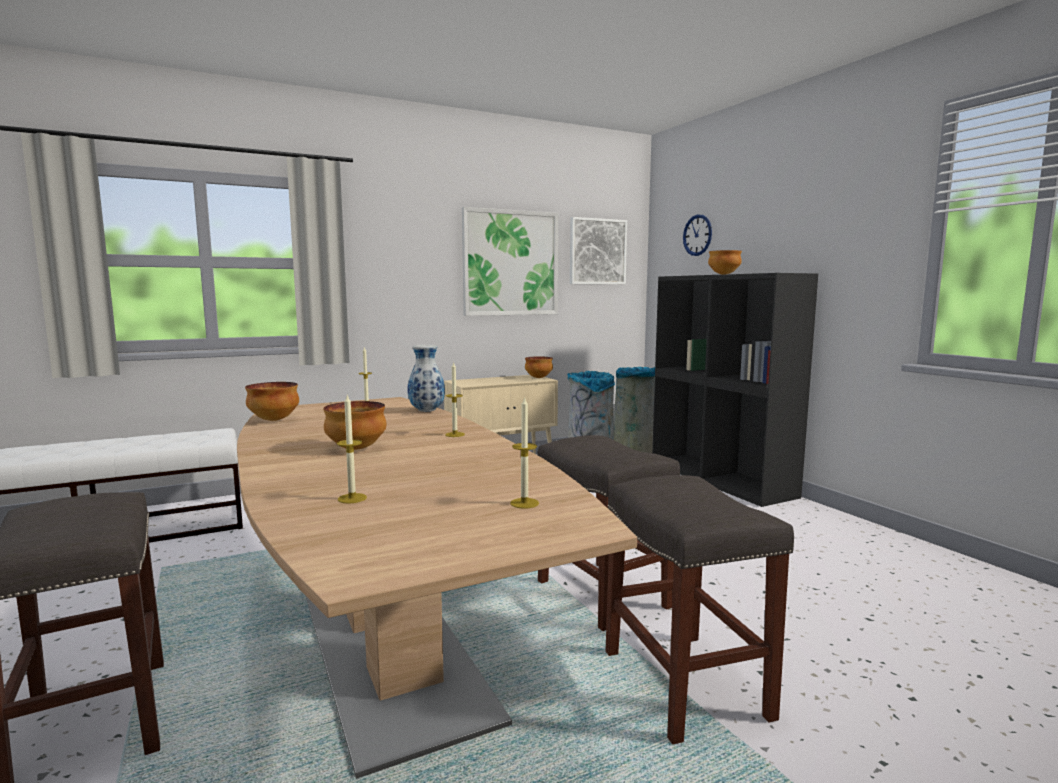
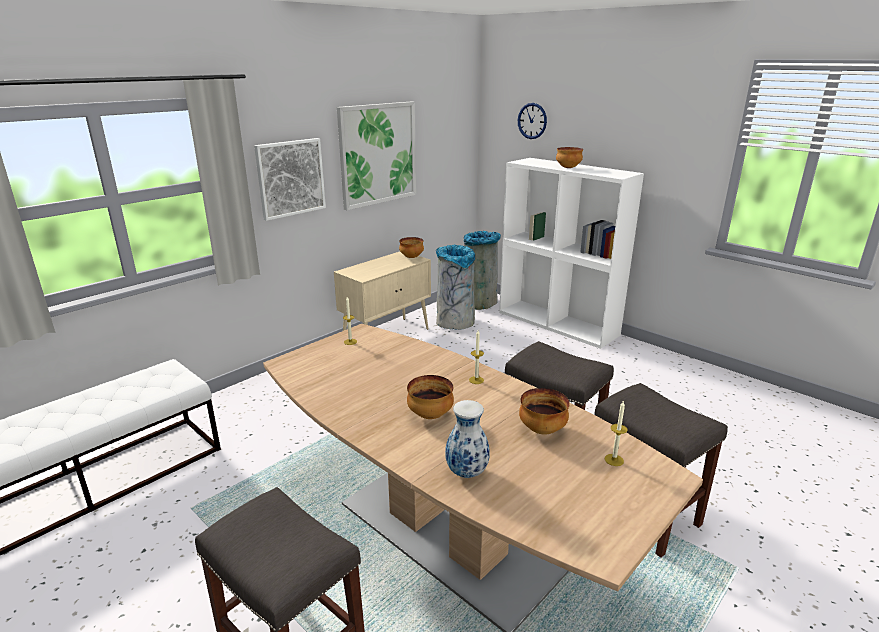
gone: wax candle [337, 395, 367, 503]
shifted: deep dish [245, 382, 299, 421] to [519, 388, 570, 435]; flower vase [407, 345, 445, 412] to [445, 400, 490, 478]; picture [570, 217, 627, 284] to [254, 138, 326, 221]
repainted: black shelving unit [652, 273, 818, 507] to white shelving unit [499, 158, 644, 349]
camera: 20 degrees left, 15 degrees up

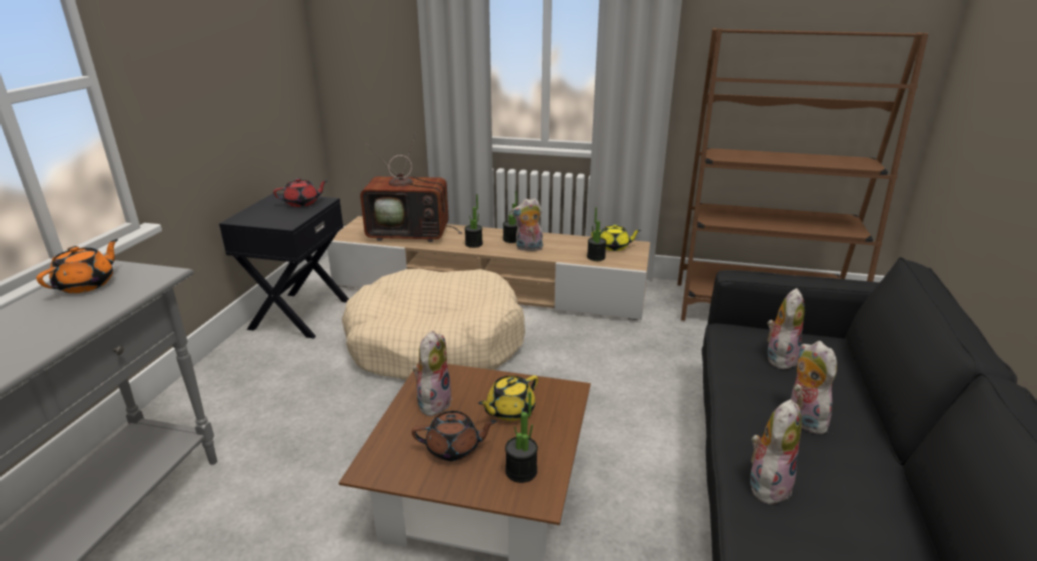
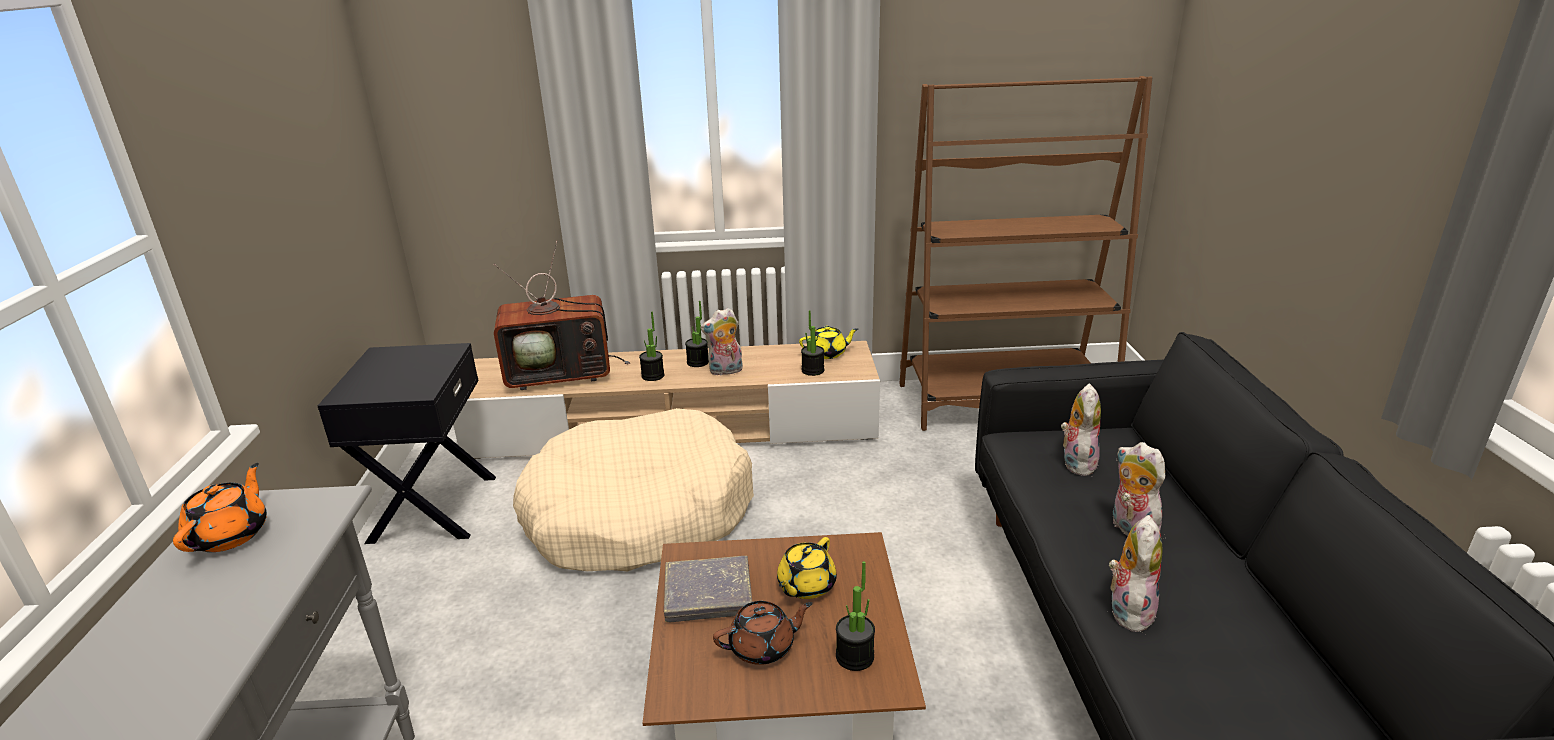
gone: red pot for tea [273, 178, 328, 207]
swapped: cuddly toy [413, 331, 453, 418] to greyish bound book [664, 556, 752, 622]
camera: 15 degrees left, 0 degrees up

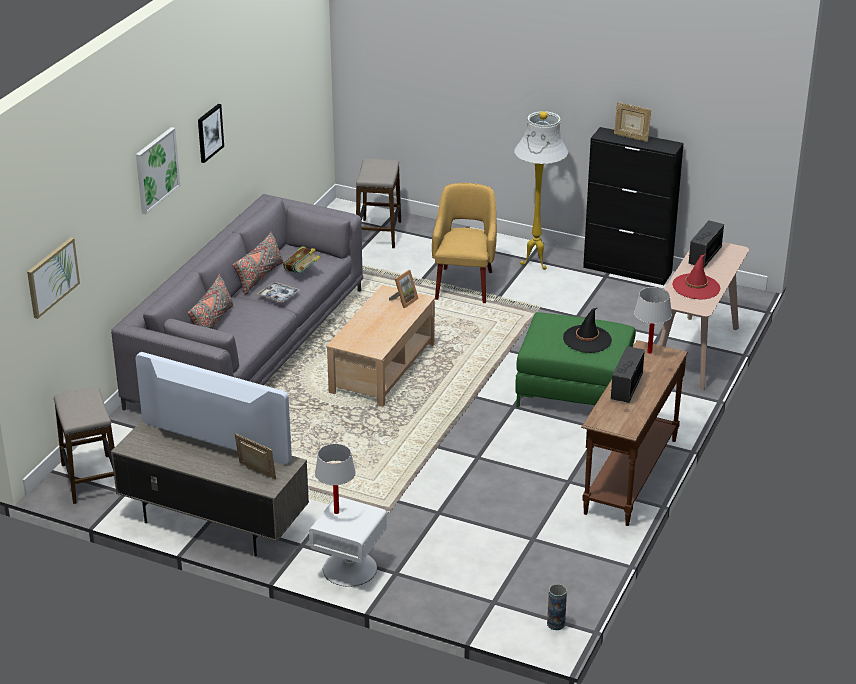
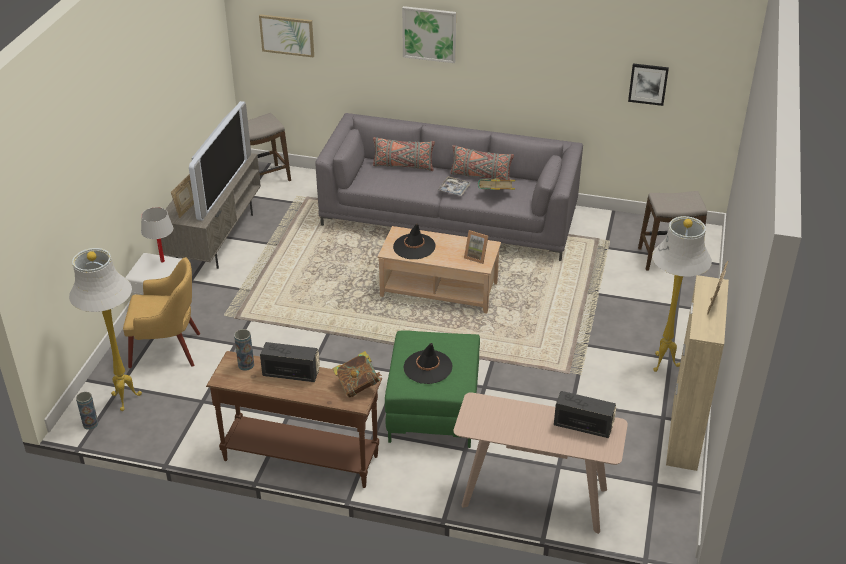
gone: red wearable hat [672, 254, 721, 299]
new: white standard lamp [69, 248, 142, 411]; flower vase [234, 329, 254, 371]; black wearable hat [393, 224, 436, 259]
shifted: picture [198, 104, 224, 163] to [628, 63, 669, 106]; yellowish lounge chair [432, 183, 497, 303] to [123, 257, 200, 368]
swapped: white table lamp [634, 287, 672, 354] to bound book [333, 351, 382, 398]
repainted: black cabinet [583, 127, 684, 285] to beige-coloured cabinet [666, 275, 729, 471]
camera: 80 degrees right, 5 degrees up

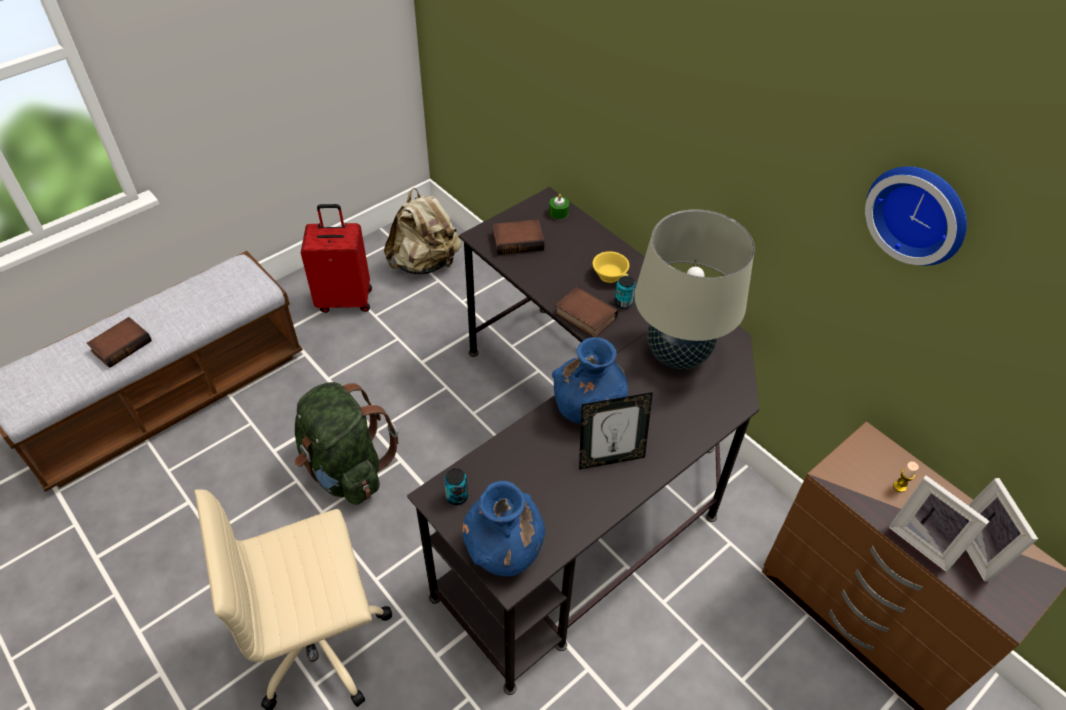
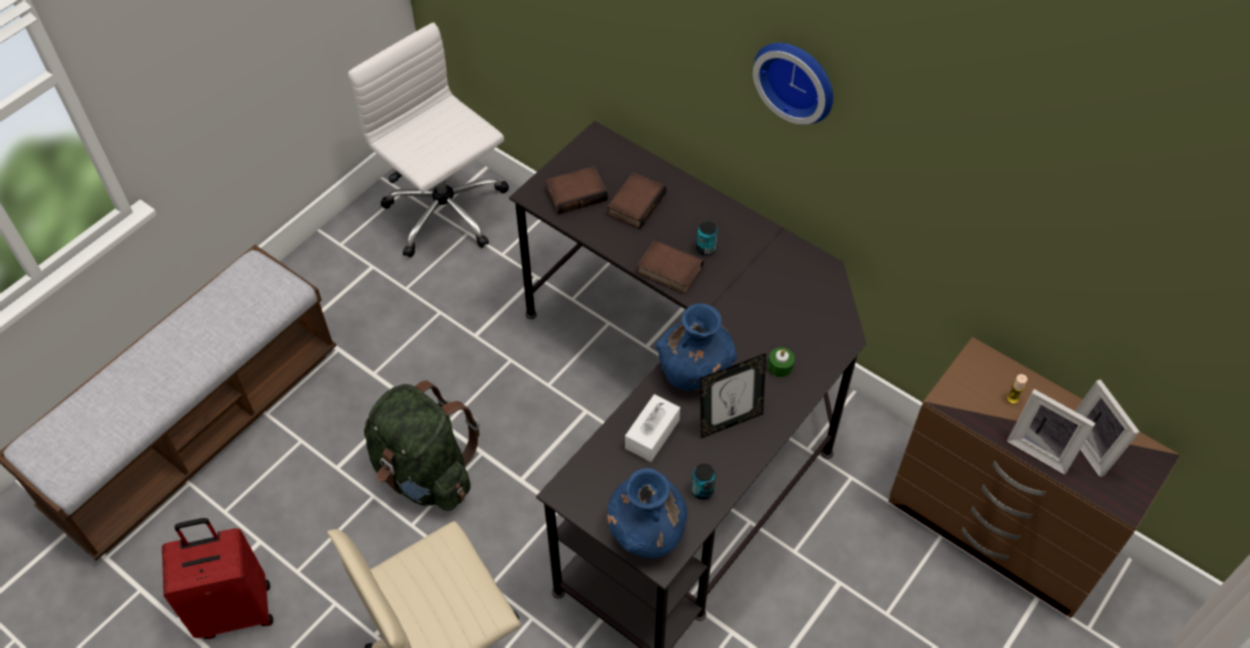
gone: yellowish drinking cup [593, 251, 629, 283]; beige-coloured table lamp [634, 209, 755, 369]
new: white tissue box [625, 394, 680, 462]
shifted: bound book [87, 317, 152, 368] to [608, 172, 667, 229]; red suitcase [301, 204, 372, 313] to [162, 518, 273, 639]; metal can [444, 468, 468, 505] to [691, 464, 716, 500]; green-coloured wax candle [549, 194, 569, 219] to [768, 347, 795, 377]; clock on the wall [865, 166, 967, 266] to [753, 43, 833, 125]
swapped: beige-coloured rucksack [384, 188, 461, 274] to white desk chair [348, 22, 509, 258]
camera: 10 degrees left, 5 degrees up

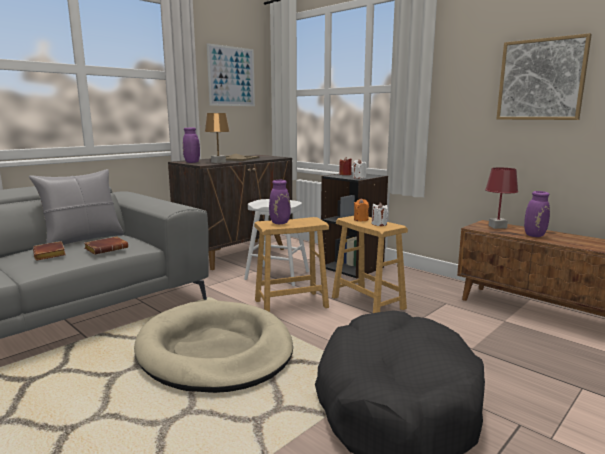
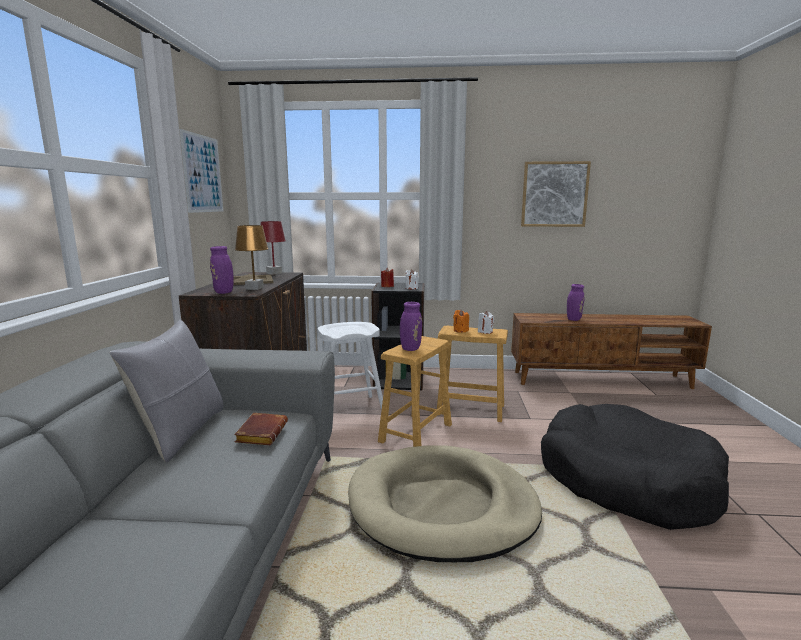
gone: brown bound book [33, 241, 66, 260]
shifted: red table lamp [485, 168, 518, 229] to [260, 221, 286, 275]
camera: 40 degrees left, 0 degrees up

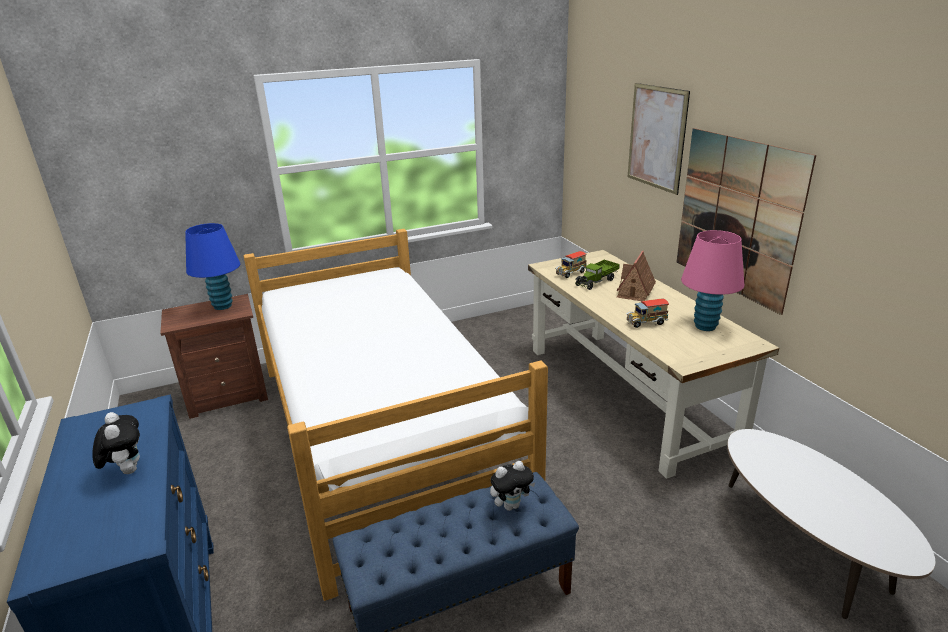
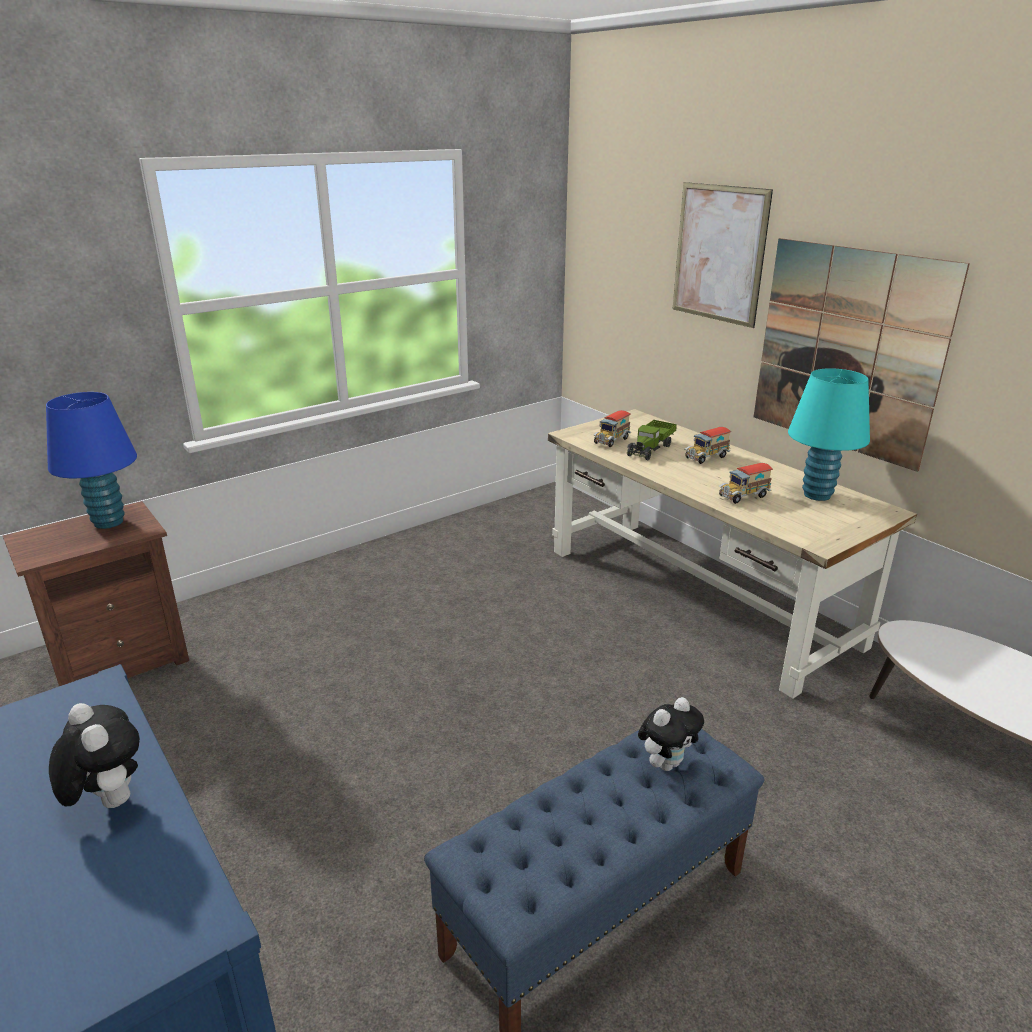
gone: bed [243, 229, 548, 601]
swapped: miniature house [616, 251, 656, 301] to toy truck [685, 427, 731, 464]
repainted: pink-coloured table lamp [681, 230, 744, 331] to blue-green table lamp [788, 368, 870, 501]
camera: 15 degrees left, 0 degrees up

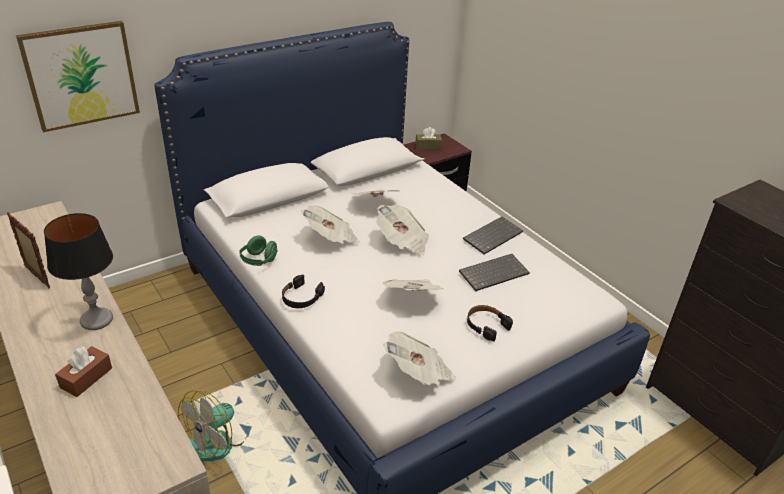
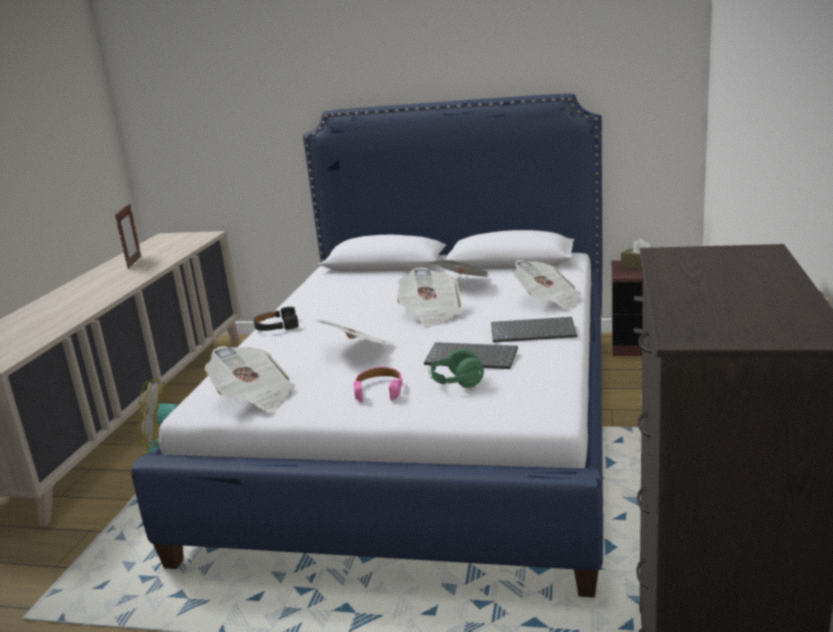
gone: picture [16, 21, 140, 132]; table lamp [44, 213, 113, 330]; brown tissue box [55, 346, 112, 397]
shifted: green-coloured headset [239, 236, 277, 266] to [428, 348, 484, 388]; newspaper [301, 206, 359, 244] to [514, 260, 581, 309]
repainted: black headset [467, 305, 513, 341] to pink-coloured headset [354, 367, 403, 402]
camera: 50 degrees right, 15 degrees down

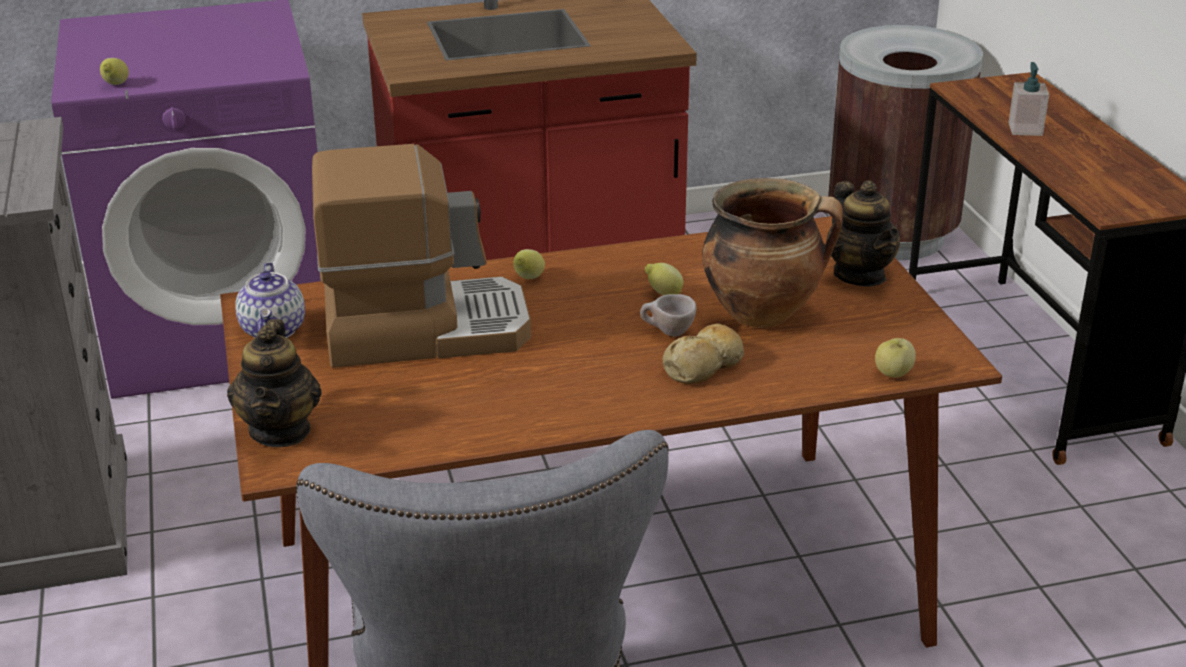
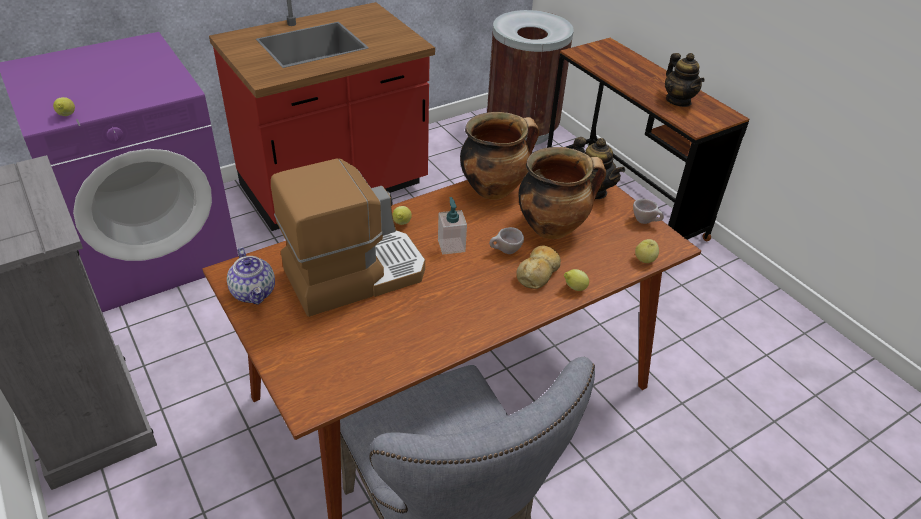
new: saucepot [460, 112, 539, 200]; beige-coloured drinking cup [633, 199, 664, 224]
shifted: pot for tea [227, 319, 322, 447] to [665, 53, 705, 107]; citrus fruit [645, 263, 683, 295] to [564, 269, 589, 291]; soap dispenser [1008, 62, 1049, 136] to [438, 197, 467, 255]
camera: 20 degrees left, 10 degrees up

